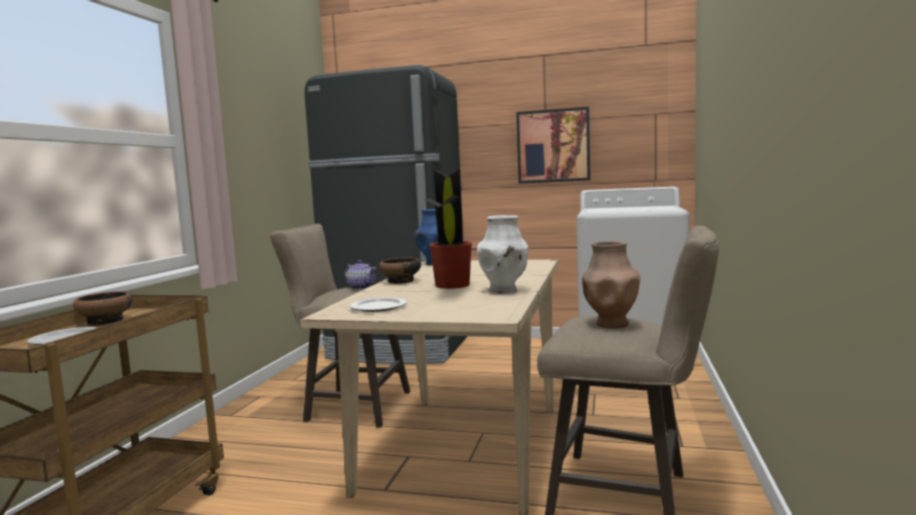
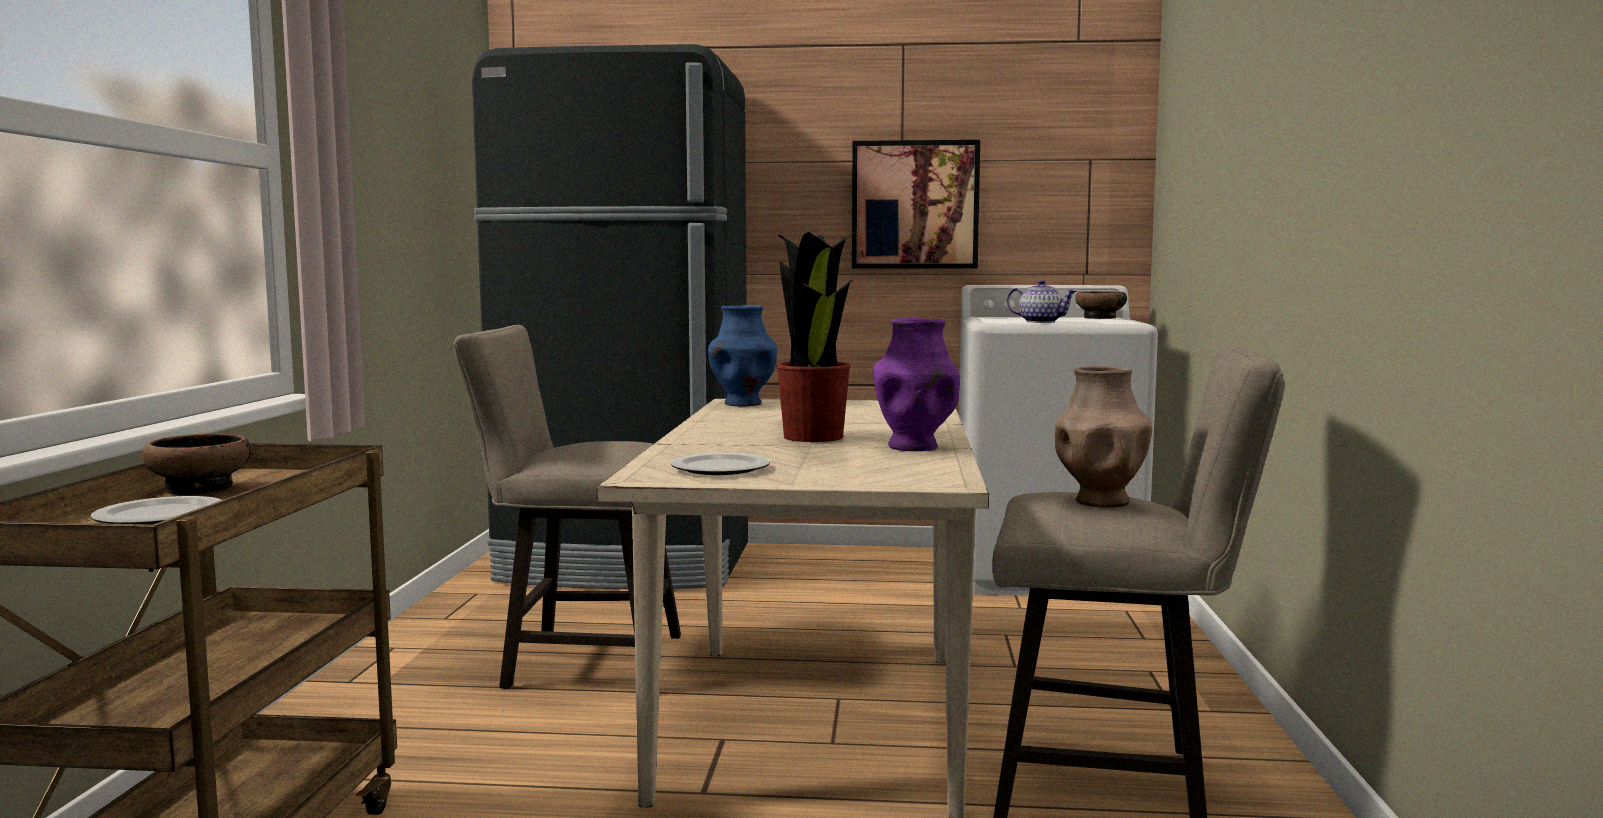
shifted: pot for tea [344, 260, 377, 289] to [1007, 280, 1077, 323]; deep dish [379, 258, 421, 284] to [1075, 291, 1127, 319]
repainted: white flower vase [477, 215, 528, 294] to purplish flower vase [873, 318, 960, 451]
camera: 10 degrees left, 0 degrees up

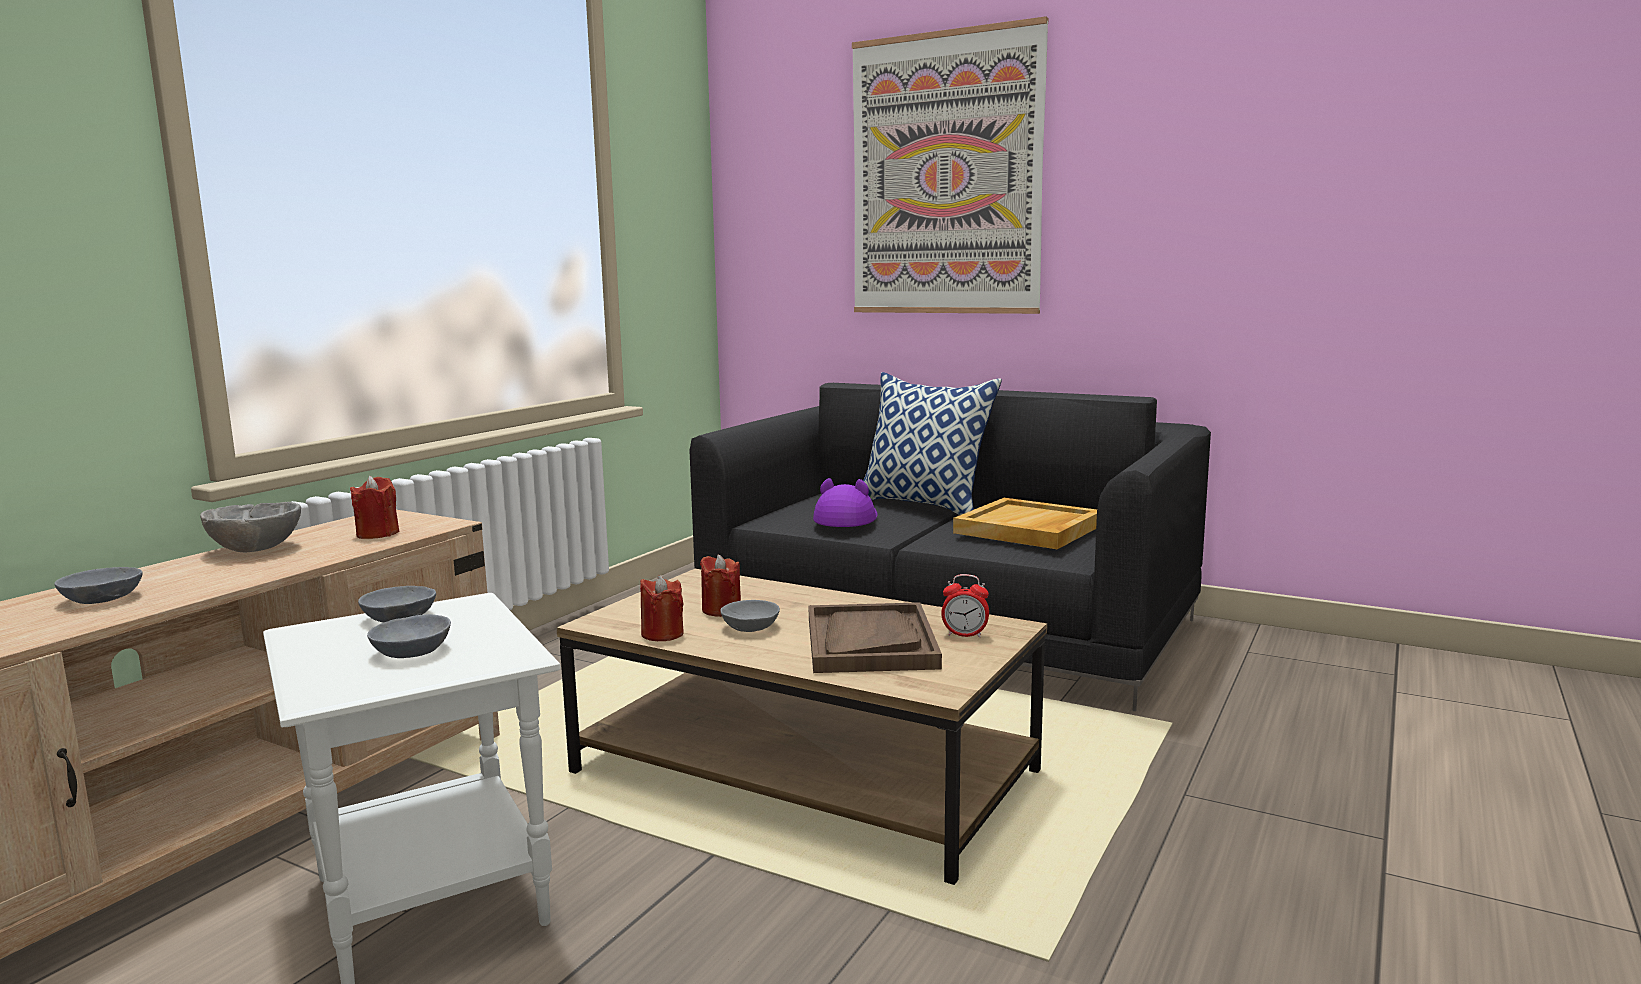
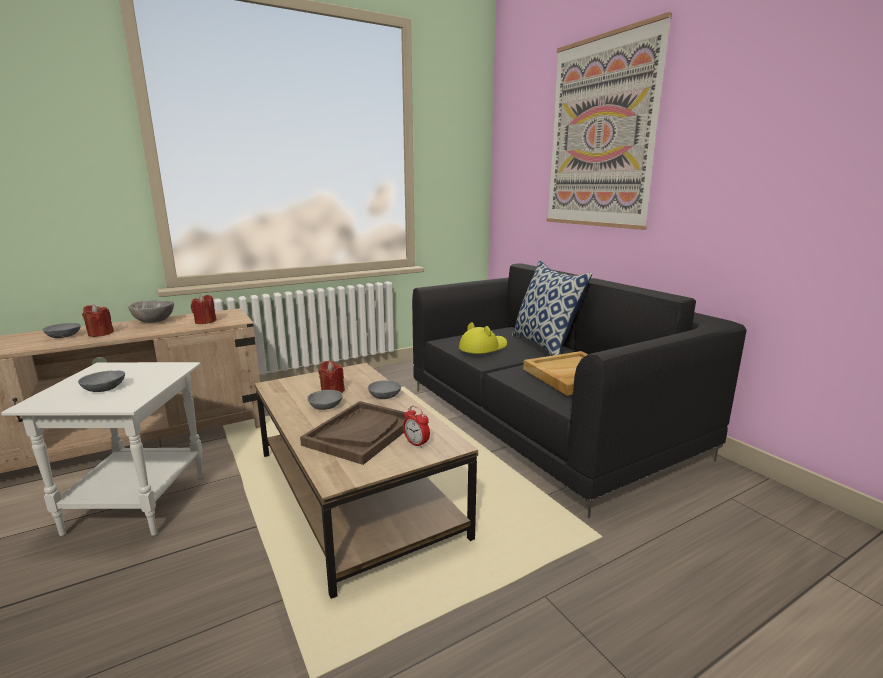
shifted: greyish deep dish [358, 586, 436, 623] to [368, 380, 401, 399]; red wax candle [640, 575, 684, 641] to [82, 304, 114, 337]
repainted: purplish wearable hat [813, 478, 878, 527] to yellowish wearable hat [459, 322, 507, 354]
camera: 30 degrees right, 5 degrees up

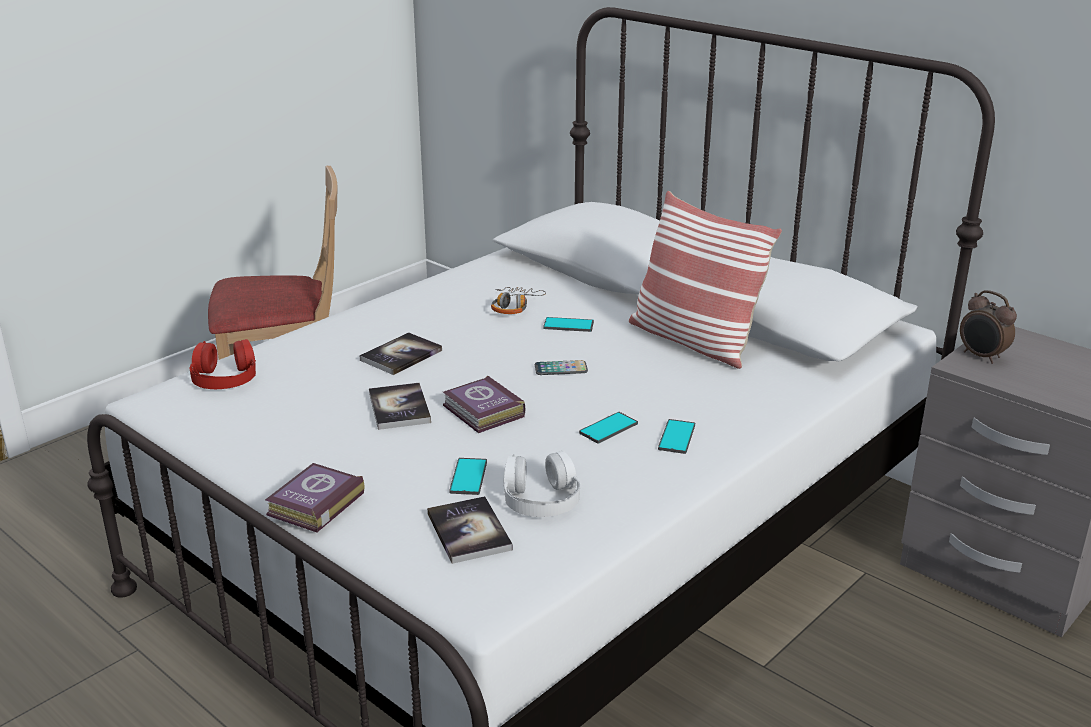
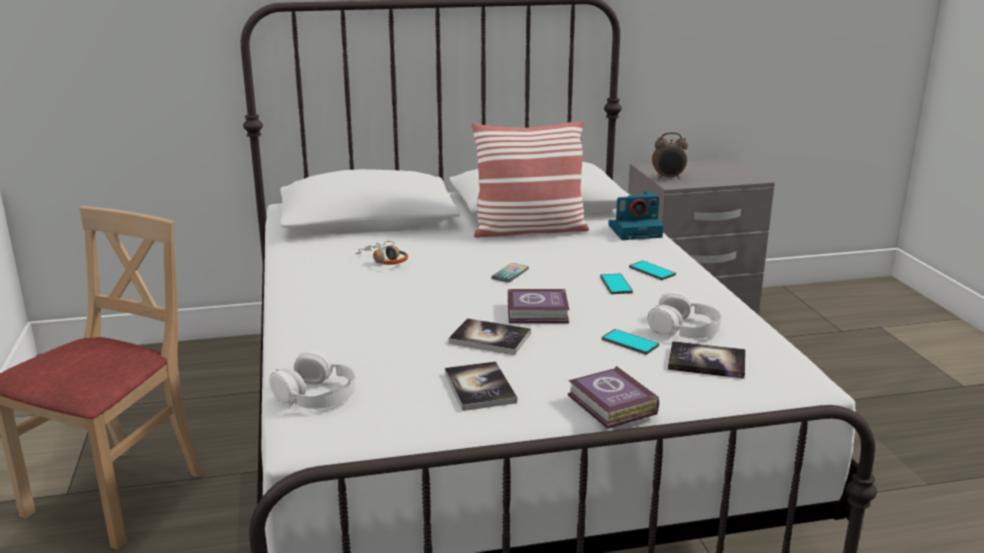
gone: handset [543, 317, 594, 332]
new: photo camera [608, 191, 664, 240]
shifted: bound book [359, 332, 442, 375] to [445, 361, 517, 411]
repainted: red headset [189, 339, 256, 389] to white headset [269, 350, 355, 409]
camera: 55 degrees left, 5 degrees down

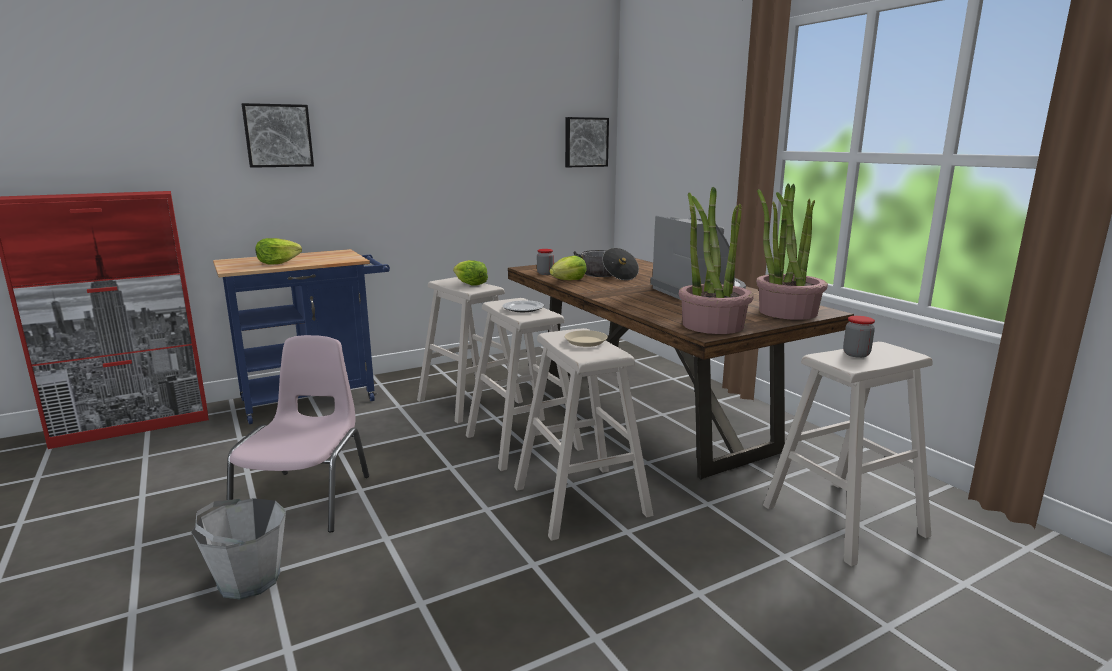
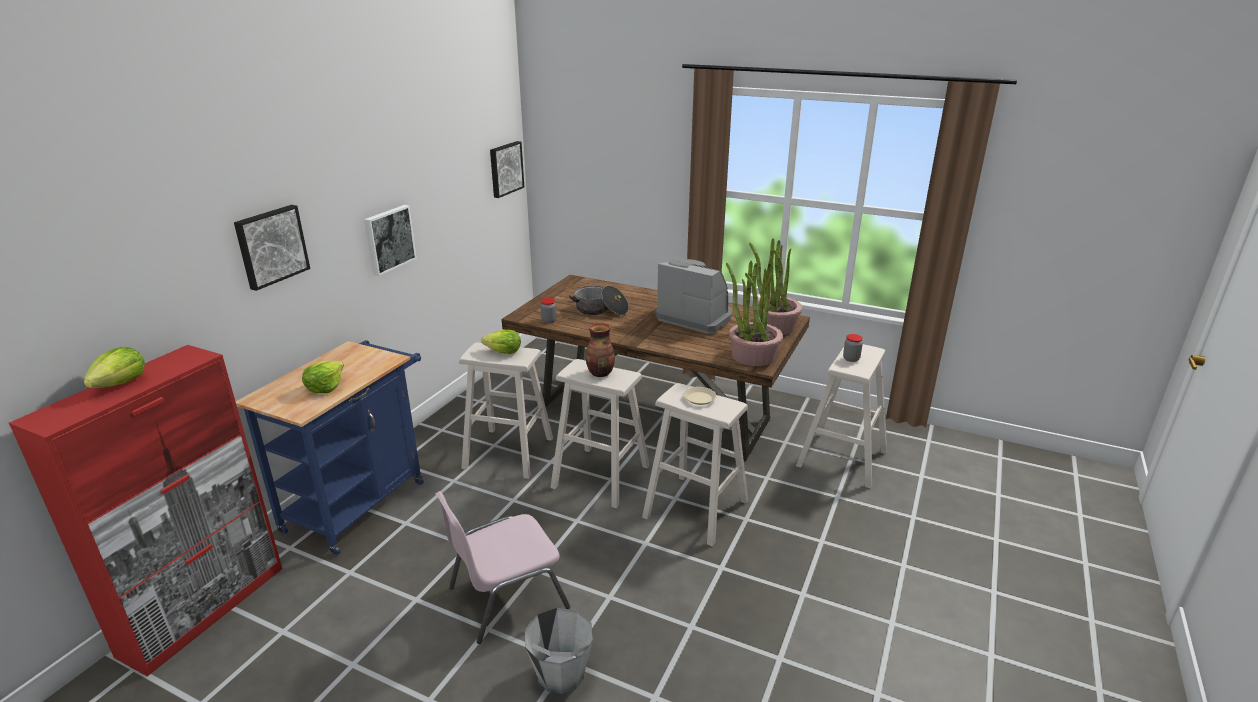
new: picture [364, 205, 417, 276]
shifted: lettuce [550, 256, 587, 280] to [83, 347, 145, 388]
swapped: plate [503, 300, 544, 312] to flower vase [585, 323, 615, 377]
rotated: pink-coloured plain chair [227, 335, 369, 532] = [435, 491, 570, 644] 90 degrees counterclockwise
camera: 35 degrees left, 10 degrees up

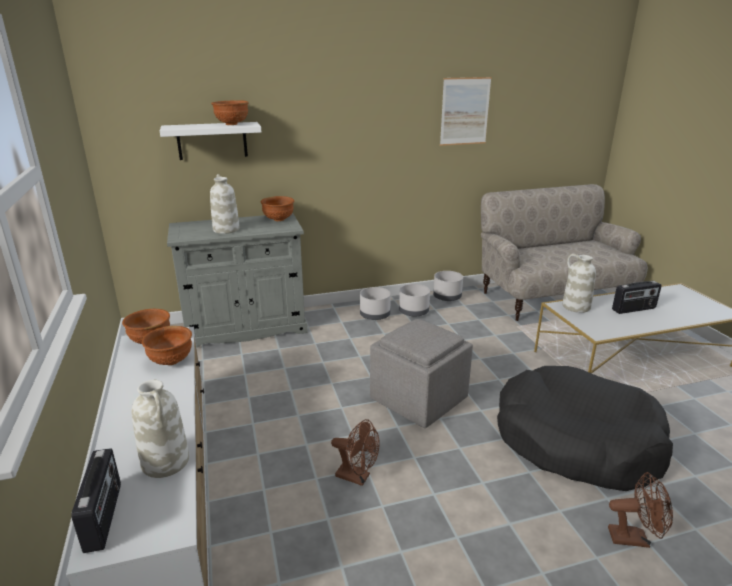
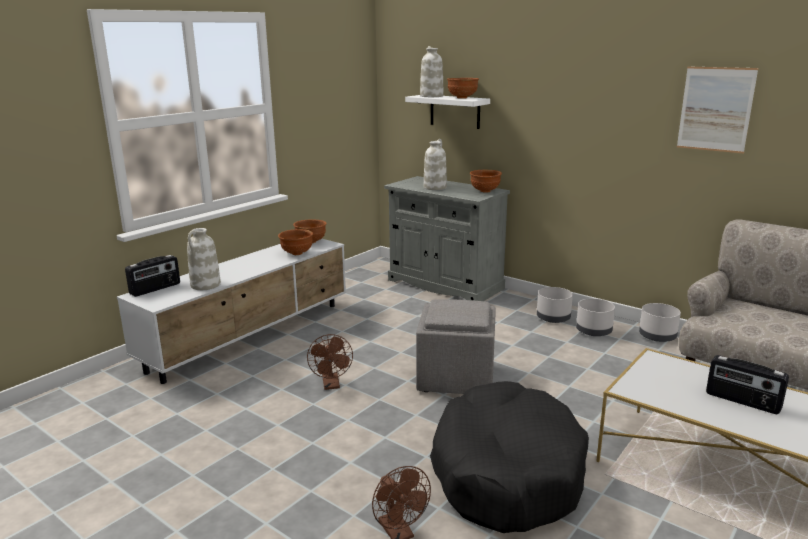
shifted: white flower vase [562, 254, 596, 313] to [420, 46, 443, 97]
camera: 55 degrees right, 5 degrees down

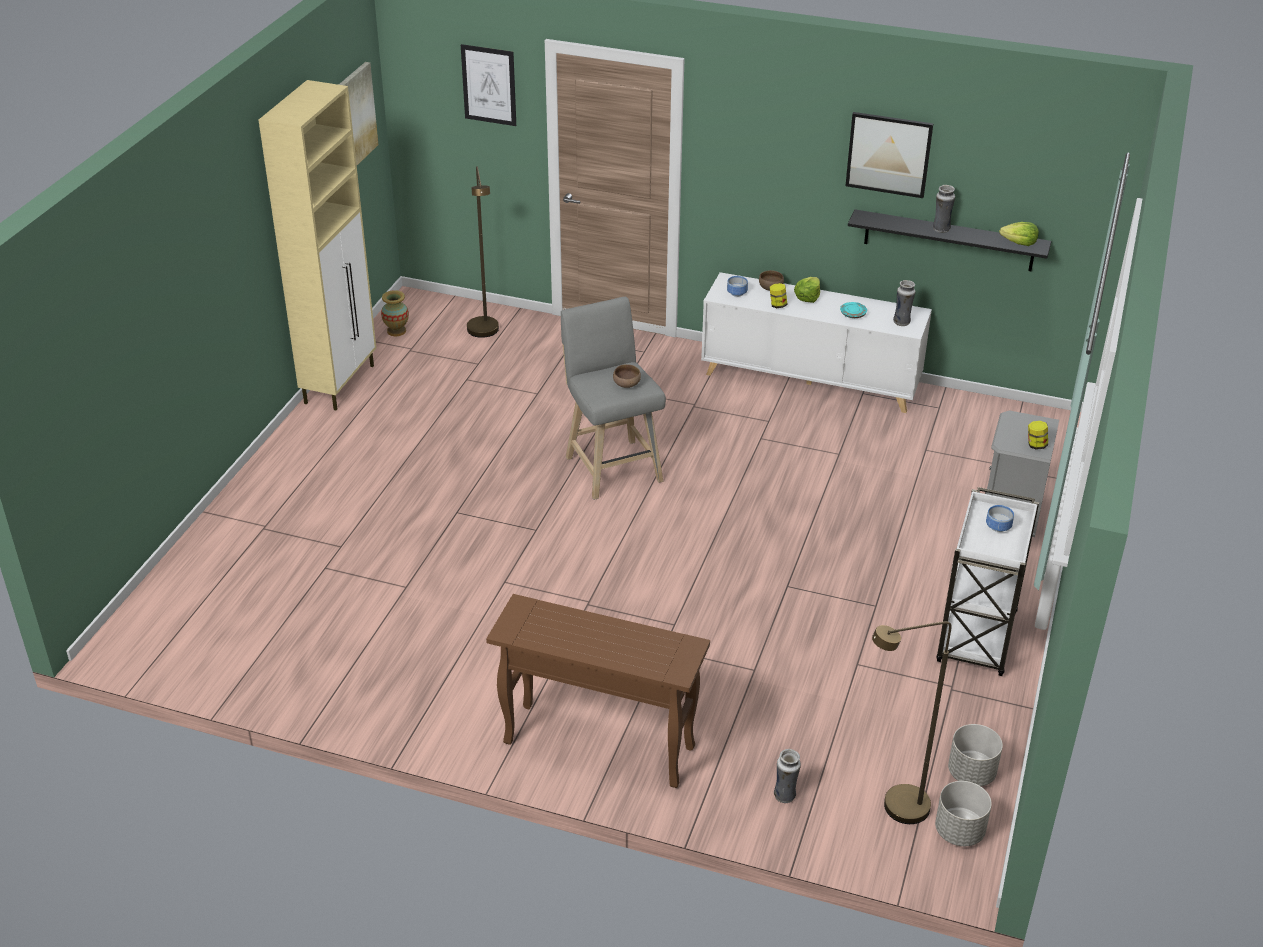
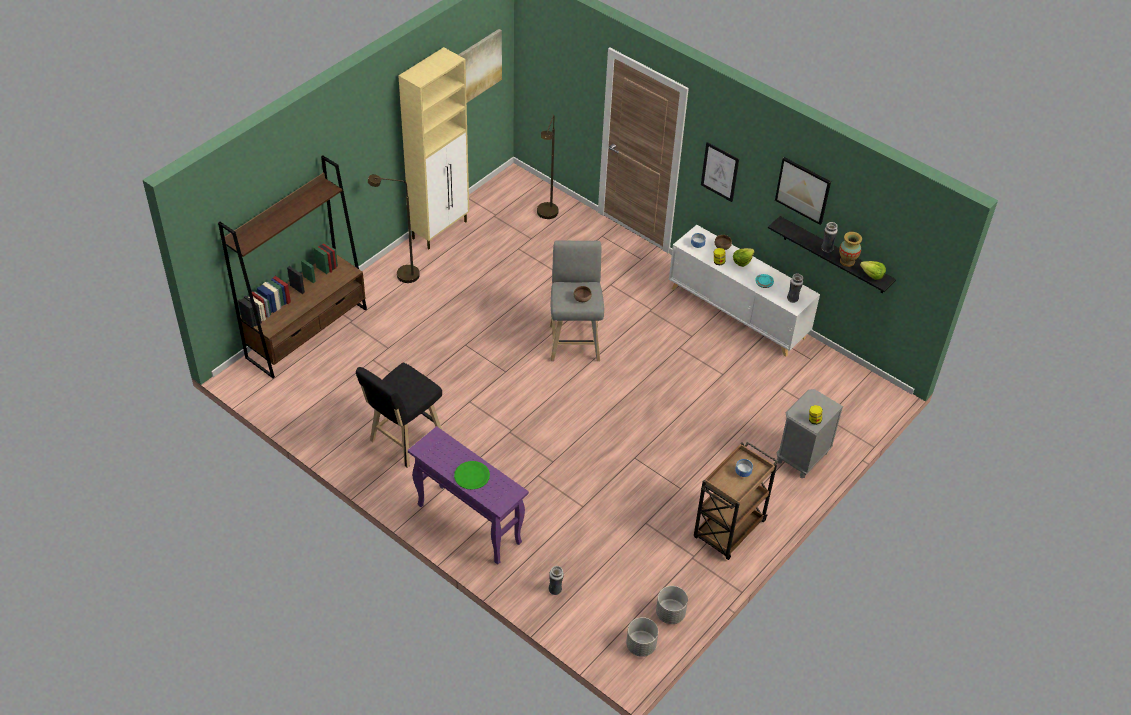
new: brown shelving unit [218, 155, 367, 378]; black stool seat [356, 363, 442, 468]; green-coloured plate [454, 461, 490, 490]
shifted: flower vase [381, 290, 409, 336] to [839, 232, 862, 267]; picture [461, 44, 516, 126] to [701, 142, 739, 202]; brown standard lamp [872, 622, 952, 824] to [368, 174, 420, 283]
repainted: brown narrow table [486, 594, 710, 788] to purplish narrow table [408, 426, 529, 565]; white trolley [936, 487, 1039, 676] to brown trolley [694, 442, 778, 560]
camera: 20 degrees right, 10 degrees up

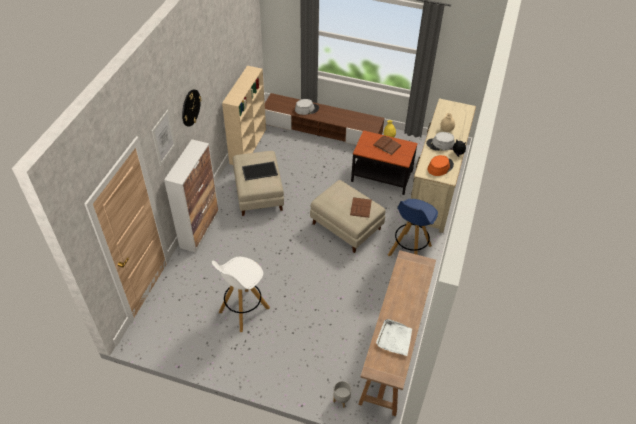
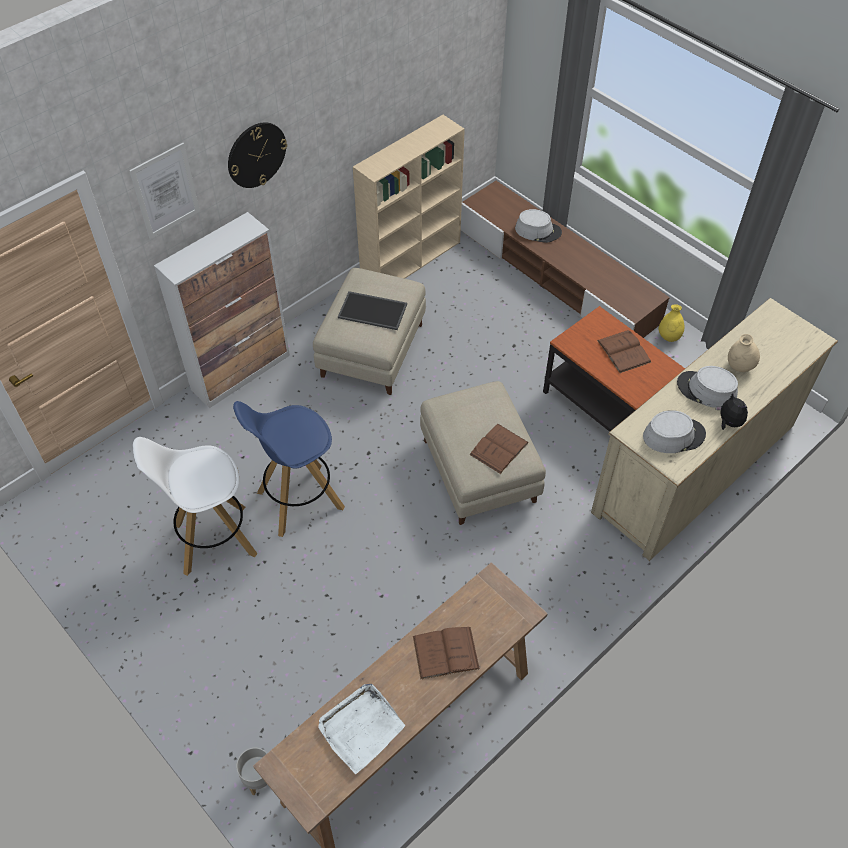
new: brown bound book [413, 627, 480, 679]
shifted: blue stool seat [388, 199, 438, 256] to [233, 401, 345, 537]
repainted: orange-coloured wearable hat [428, 155, 454, 176] to greyish wearable hat [643, 410, 706, 453]
camera: 30 degrees right, 5 degrees up

